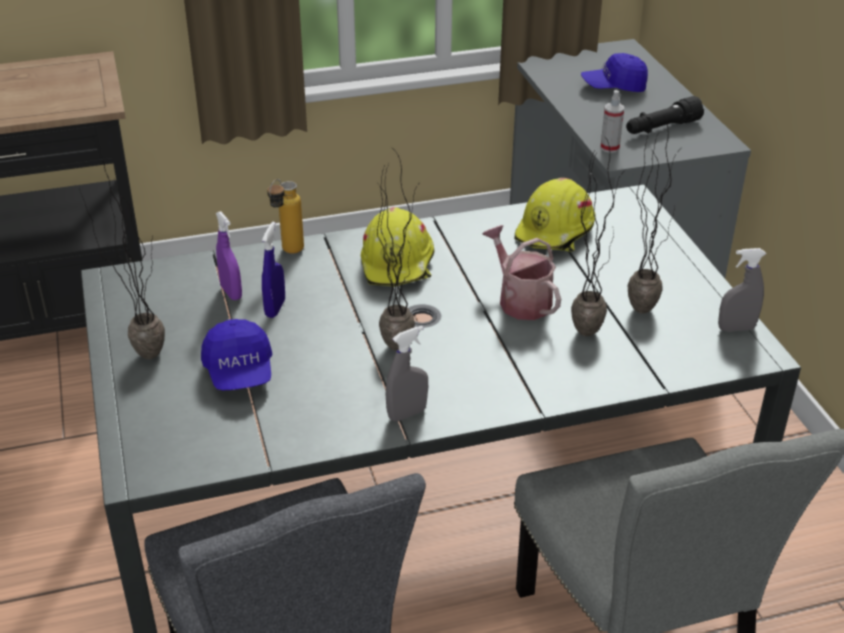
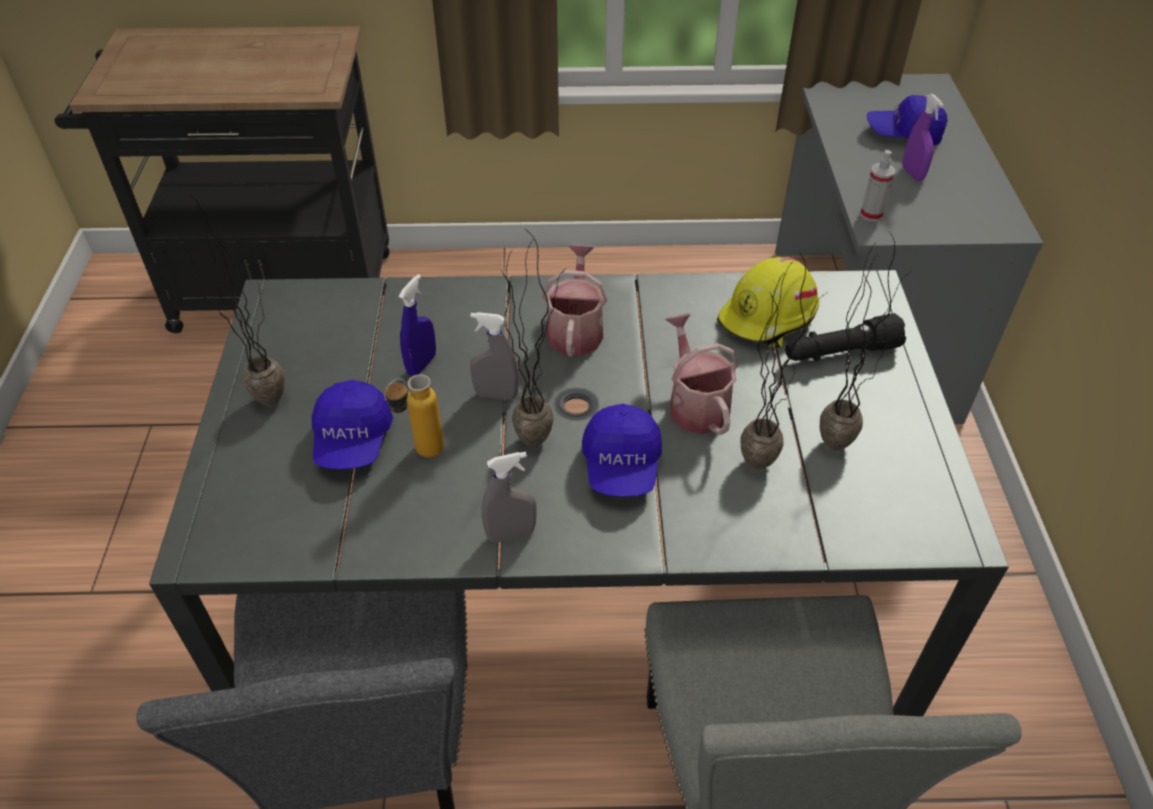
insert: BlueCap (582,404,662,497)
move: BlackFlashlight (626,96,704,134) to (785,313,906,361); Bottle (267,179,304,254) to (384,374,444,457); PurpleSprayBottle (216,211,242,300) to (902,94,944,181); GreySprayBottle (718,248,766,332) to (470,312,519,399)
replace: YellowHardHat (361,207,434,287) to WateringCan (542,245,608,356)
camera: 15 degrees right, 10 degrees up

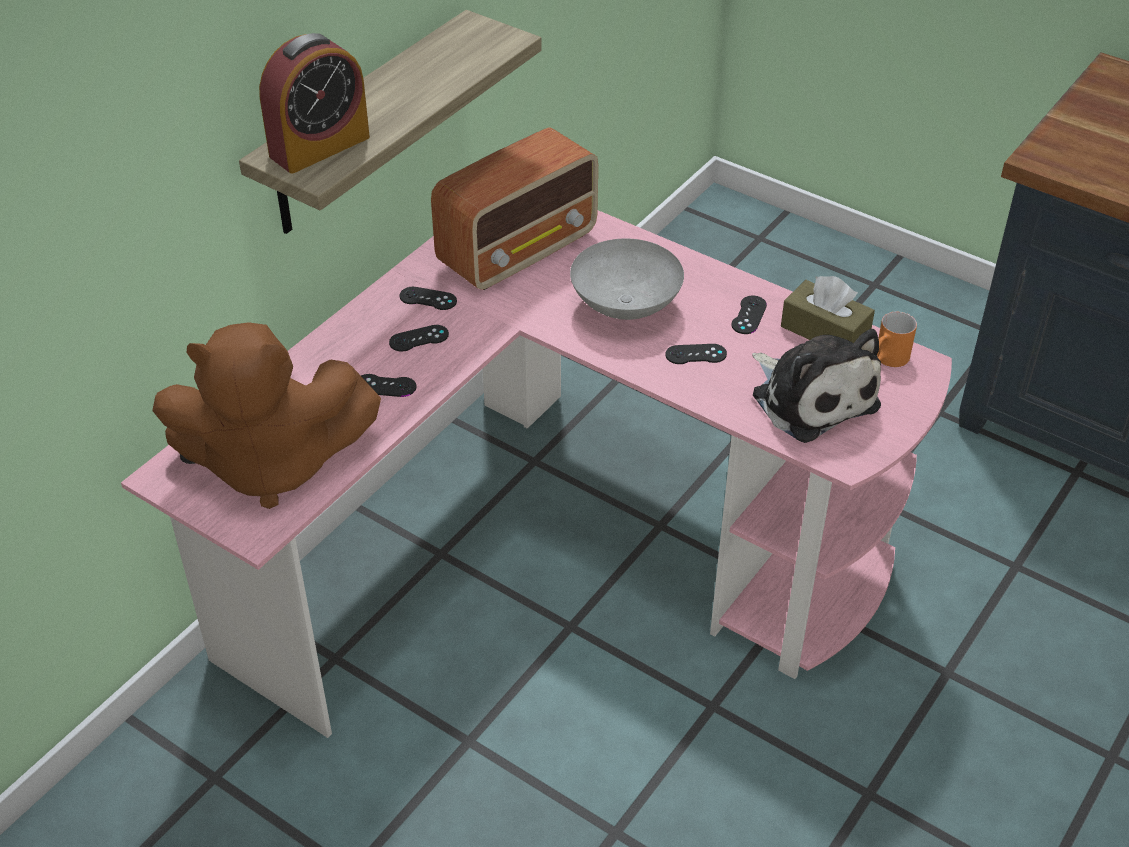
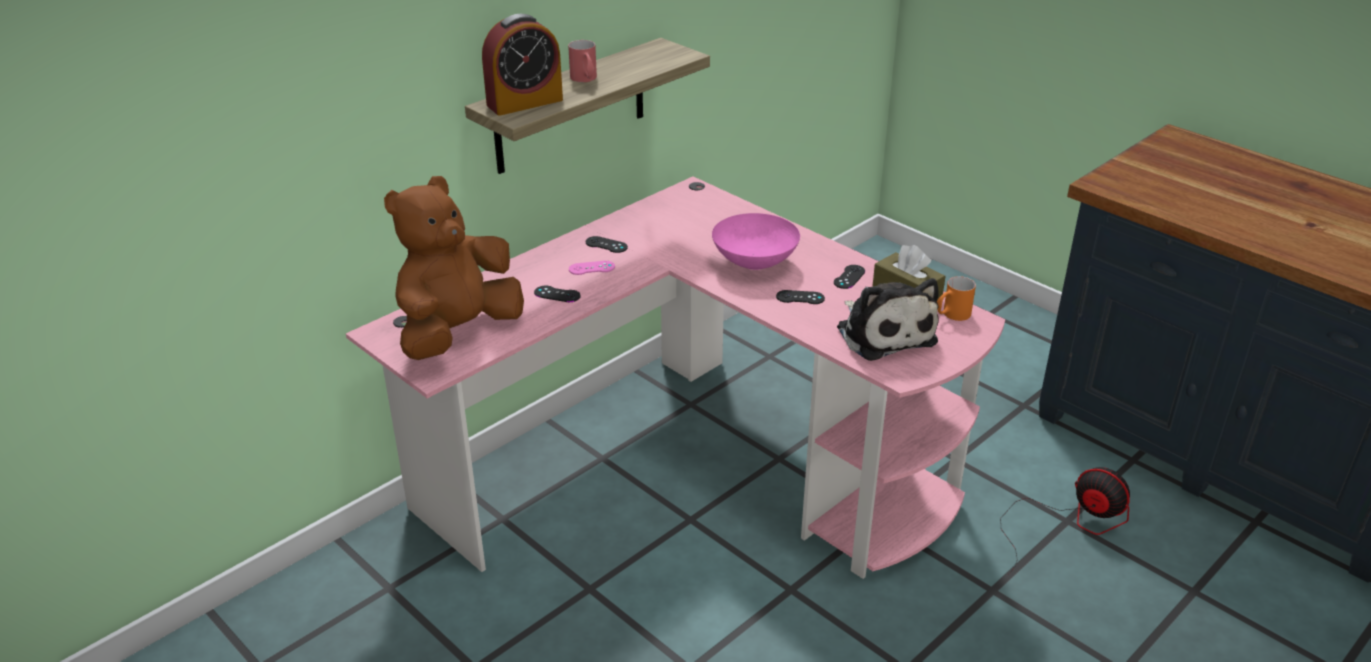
delete: Radio (431,127,598,290)
insert: RedMug (568,40,597,82); Fan (1000,467,1130,575)
recolor: GreyBowl (570,238,684,320) to PinkBowl (712,213,800,270); BlackGameController (389,325,449,352) to PinkGameController (569,261,615,275)
rotate: BrownPlushToy (152,322,381,509) = (384,176,524,360) 120 degrees clockwise
camera: 10 degrees right, 10 degrees down

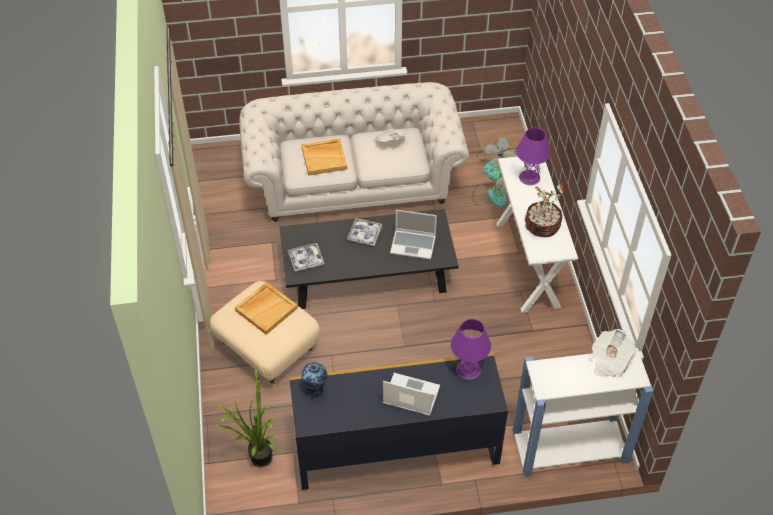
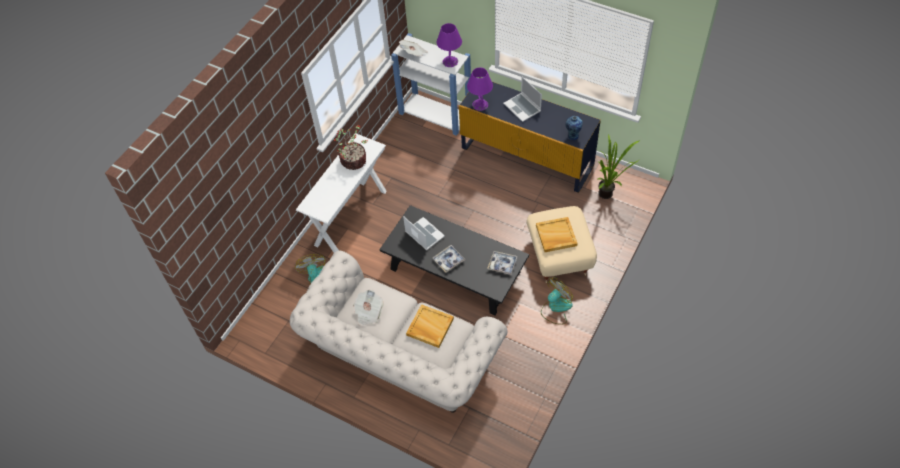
move: PurpleTableLamp (516,128,551,185) to (437,23,462,67); Fan (477,136,518,174) to (541,277,573,324)
camera: 140 degrees left, 5 degrees up

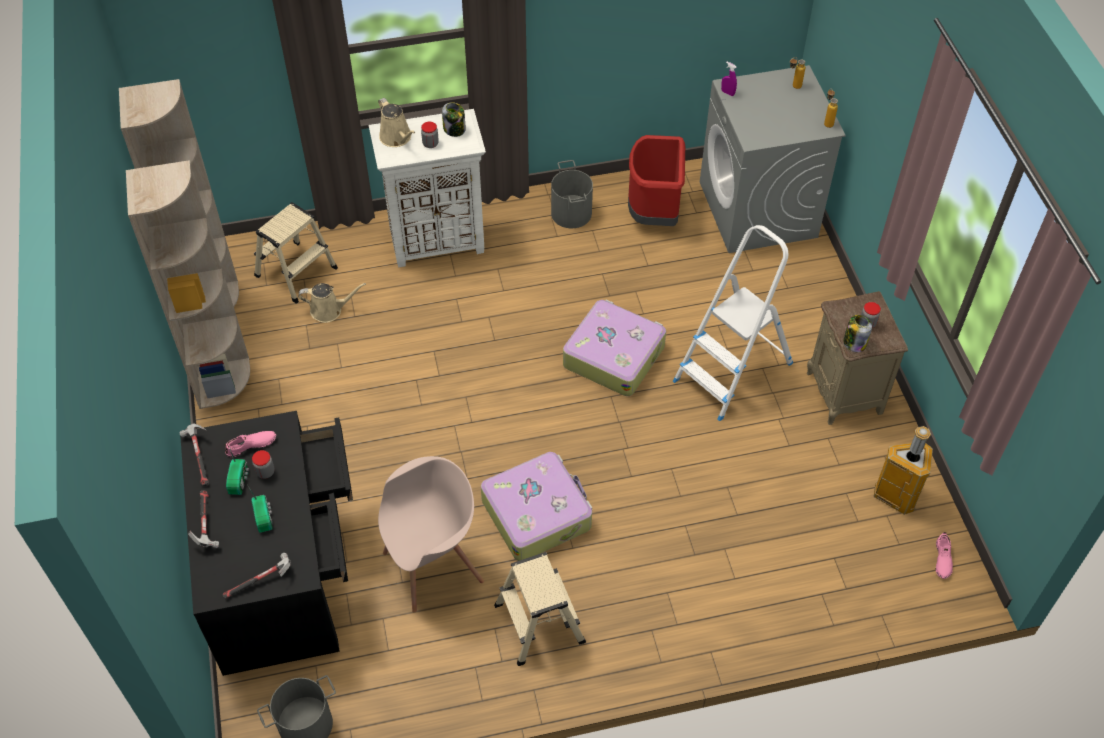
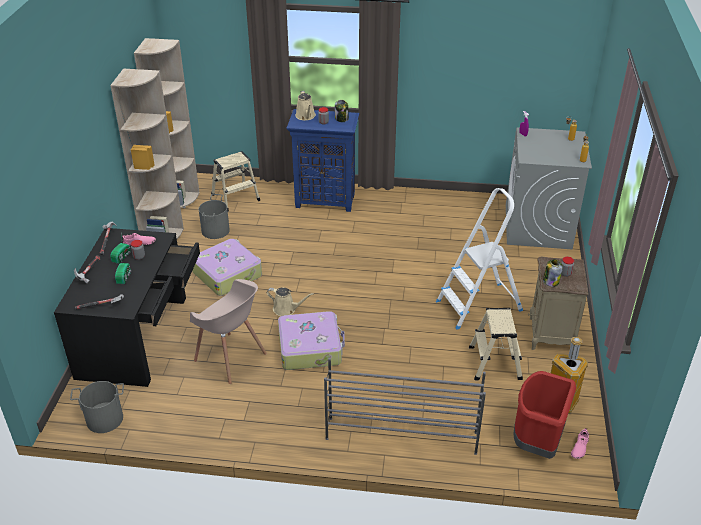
insert: GreyShoeRack (324,358,486,455)
move: RedTrashCan (628,135,685,226) to (513,371,576,459); GreyBucket (551,160,593,228) to (199,194,230,239); BeigeWateringCan (298,283,366,323) to (267,287,314,316); Suitcase (563,300,666,396) to (192,239,262,296); BeigeStepLadder (494,552,586,666) to (469,308,523,380)
recolor: WhiteCabinet (369,109,486,267) to BlueCabinet (286,109,359,212)
rotate: BeigeChair (378,456,484,613) = (190,279,267,384) 45 degrees clockwise
camera: 20 degrees right, 15 degrees down

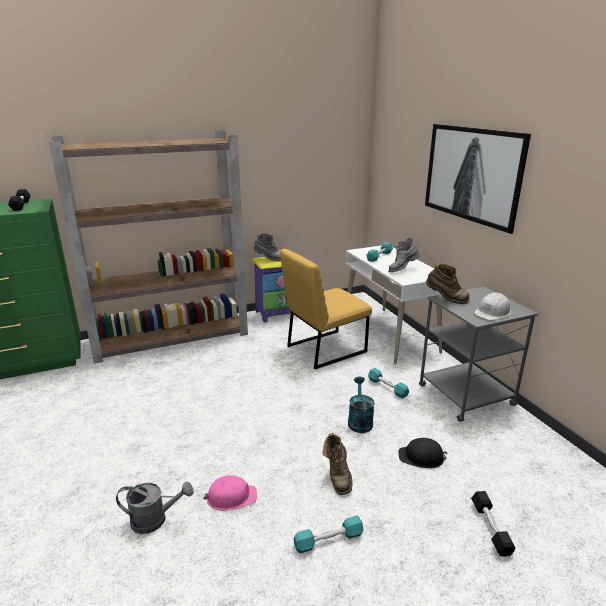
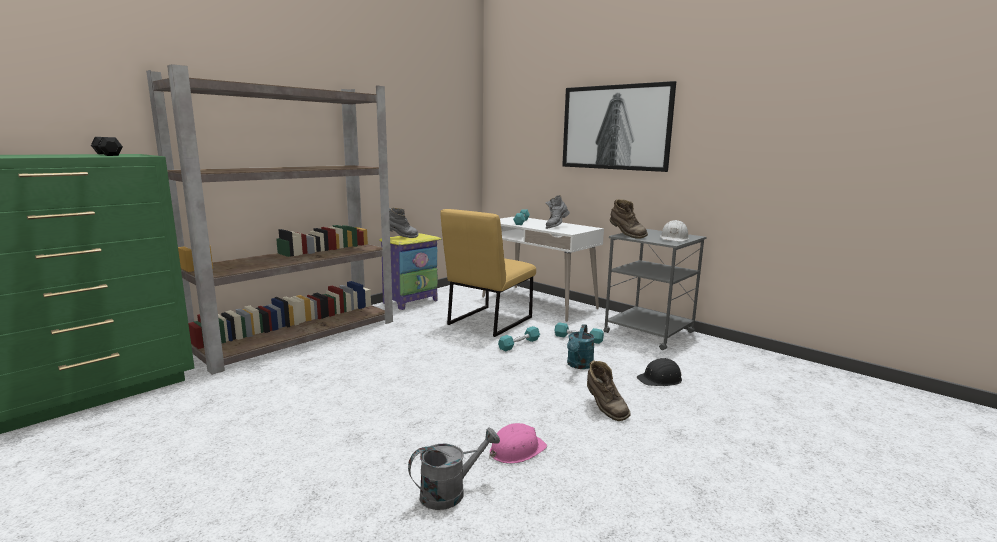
delete: BlackDumbbell (471,491,516,557)
move: TurquoiseDumbbell (293,515,363,553) to (498,326,540,351)
rotate: BrownBoot (426,263,470,304) = (610,199,648,238) 45 degrees clockwise; TurquoiseWateringCan (348,377,375,433) = (567,324,595,369) 135 degrees counterclockwise
camera: 25 degrees left, 10 degrees down

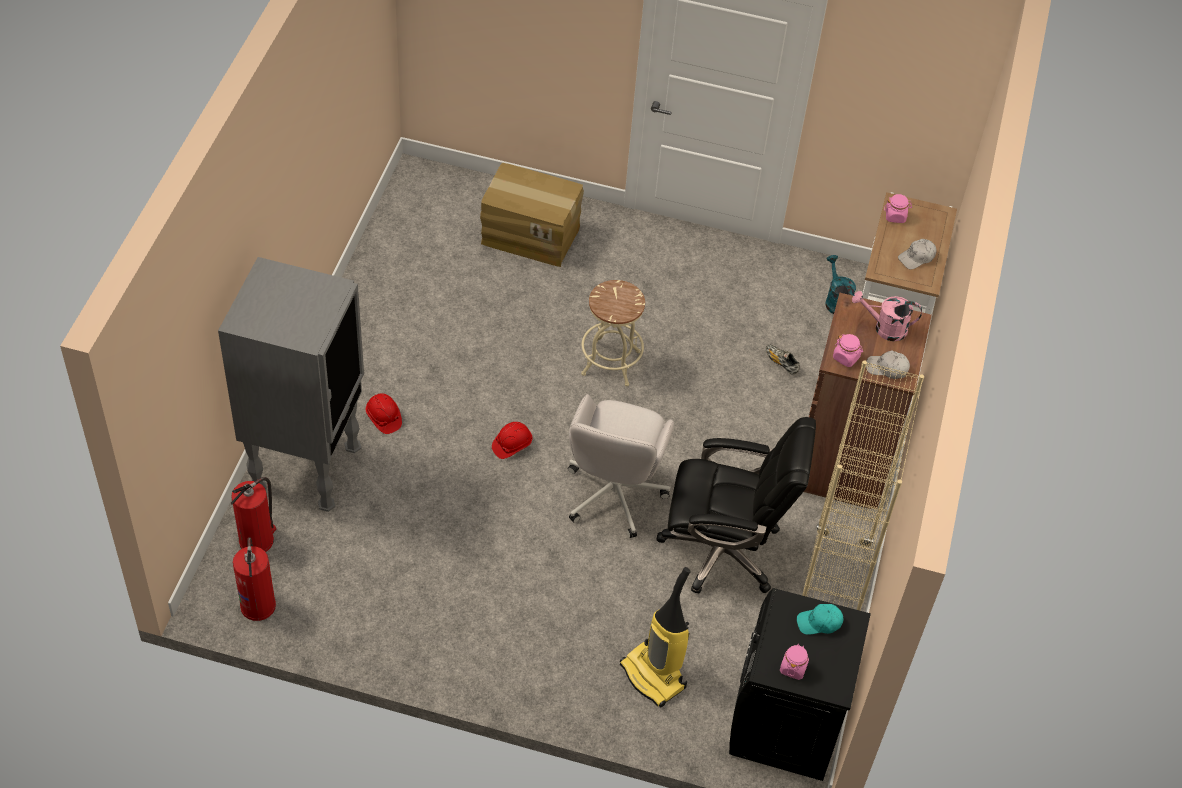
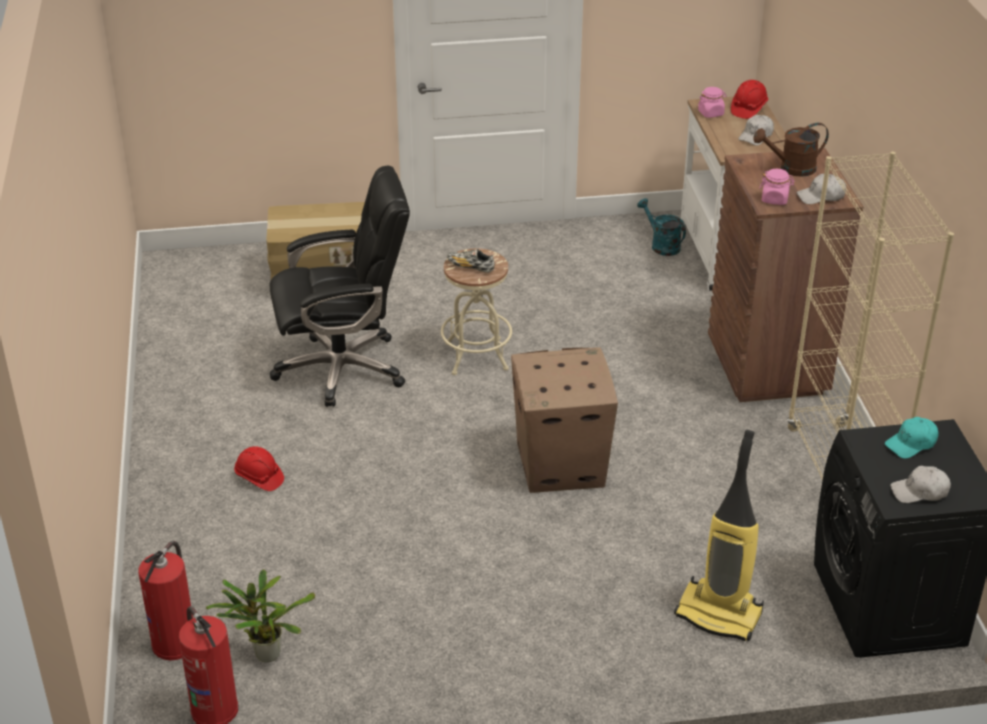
delete: GreyCabinet (218,257,364,512)
insert: PottedPlant (205,569,315,663)
move: Shoe (766,345,799,375) to (447,249,495,273); BlackOfficeChair (656,417,816,593) to (270,166,410,407); RedHardHat (492,422,533,459) to (731,80,768,119)
replace: WhiteOfficeChair (568,394,674,538) to CardboardBox (511,347,618,493); PinkJar (780,643,809,680) to WhiteCap (890,466,951,503)
recolor: PinkWateringCan (852,291,922,341) to BrownWateringCan (753,123,829,177)
camera: 20 degrees left, 15 degrees down

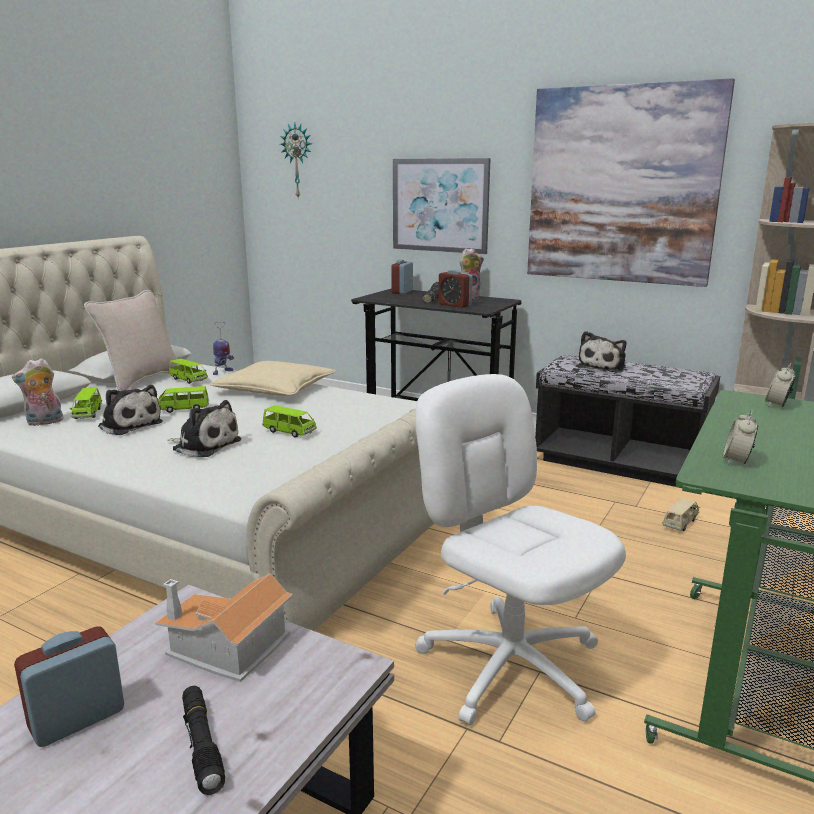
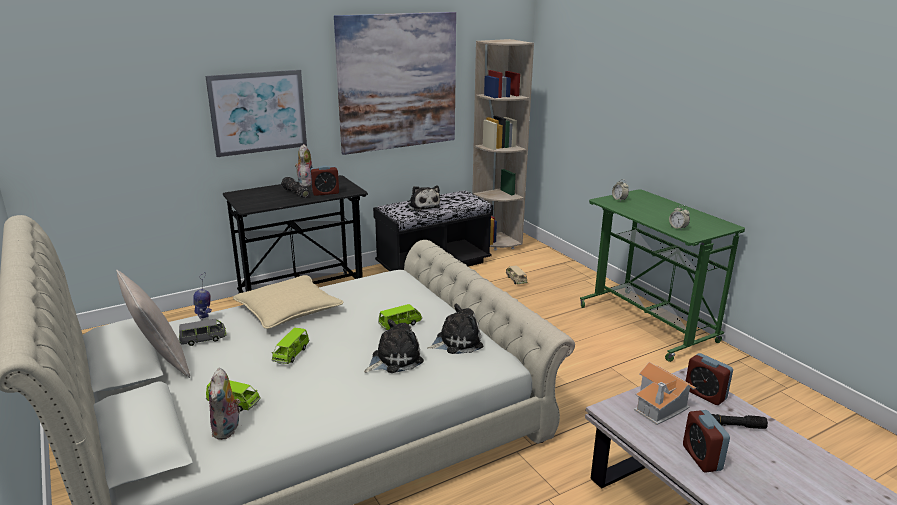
delete: WallClock (280,123,312,197); WhiteOfficeChair (415,374,626,725)
move: AlarmClock (391,259,413,294) to (686,353,733,405); PlushToy (98,385,163,435) to (427,304,483,354)
recolor: GreenToyCar (169,359,208,384) to GreyToyCar (179,319,226,346)
camera: 60 degrees left, 5 degrees up

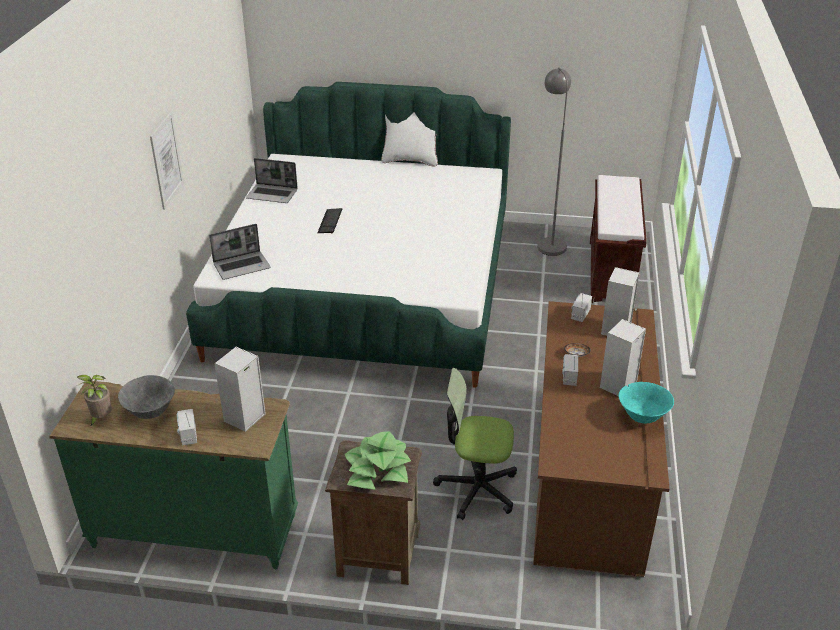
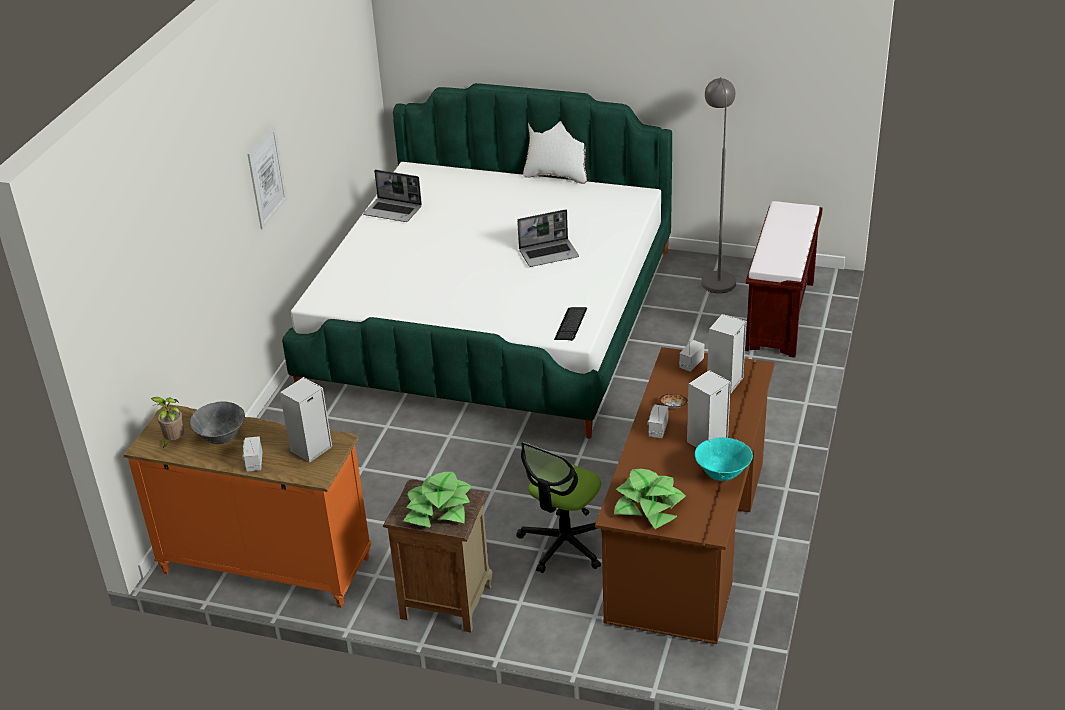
insert: PottedPlant (614,469,686,529)
move: Keyboard (317,208,342,233) to (554,307,587,341); Laptop (209,224,271,280) to (517,209,579,267)
recolor: GreenDresser (49,381,298,570) to OrangeDresser (124,404,372,608)
rotate: OfficeChair (433,368,517,520) = (516,442,602,573) 75 degrees counterclockwise
camera: 10 degrees right, 0 degrees up

